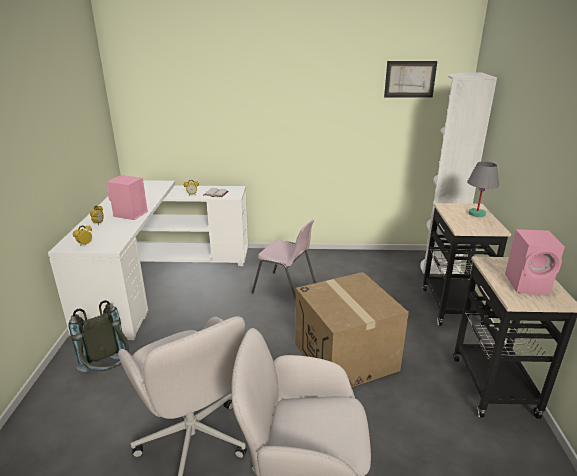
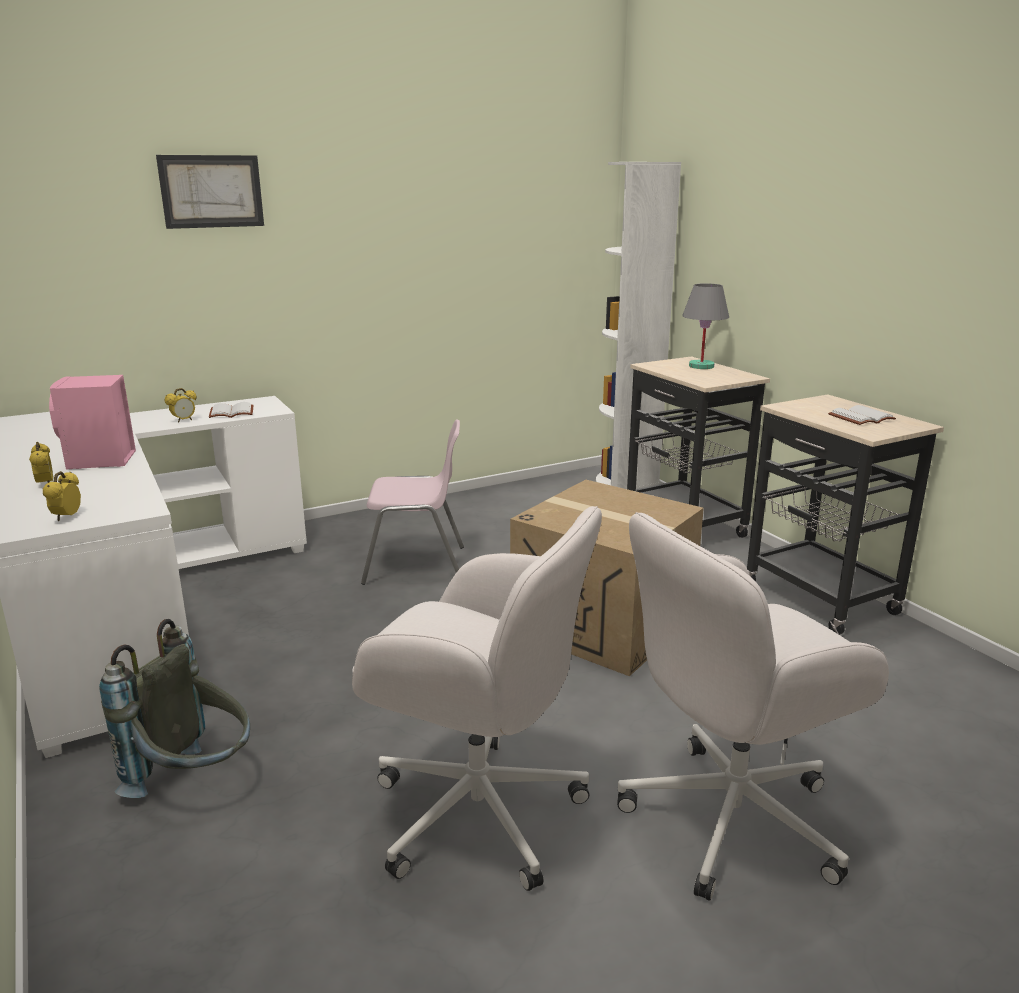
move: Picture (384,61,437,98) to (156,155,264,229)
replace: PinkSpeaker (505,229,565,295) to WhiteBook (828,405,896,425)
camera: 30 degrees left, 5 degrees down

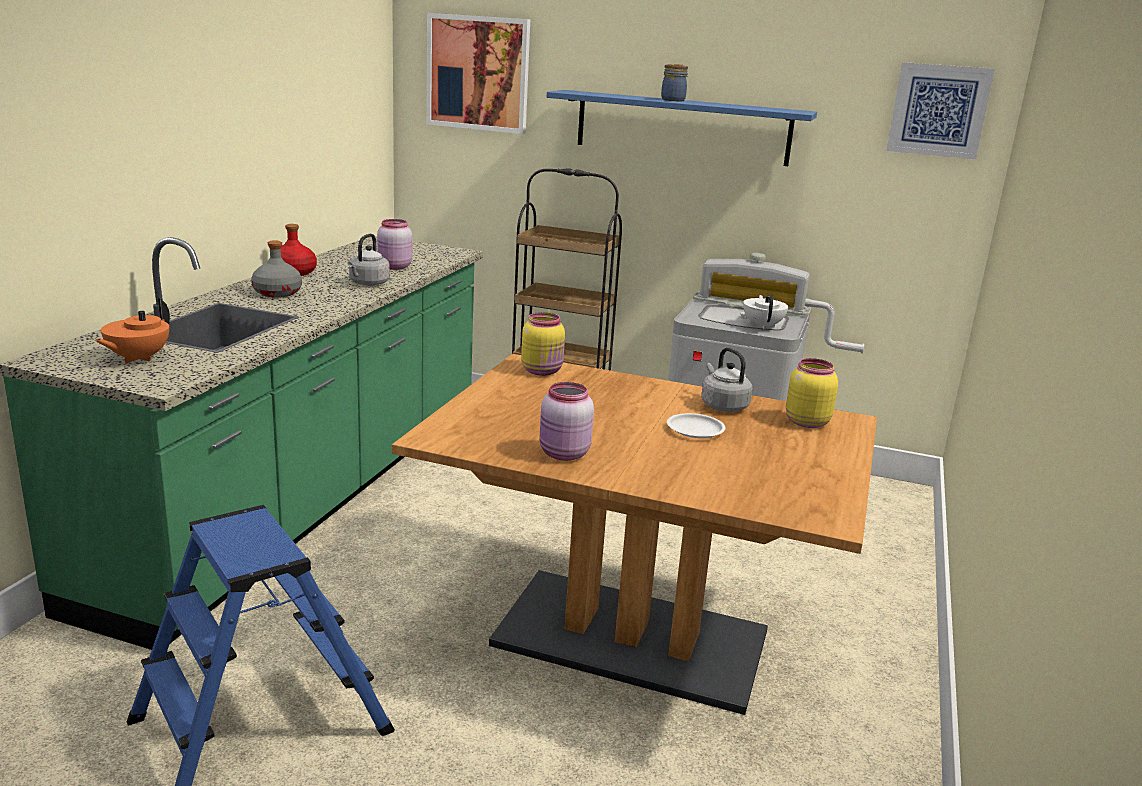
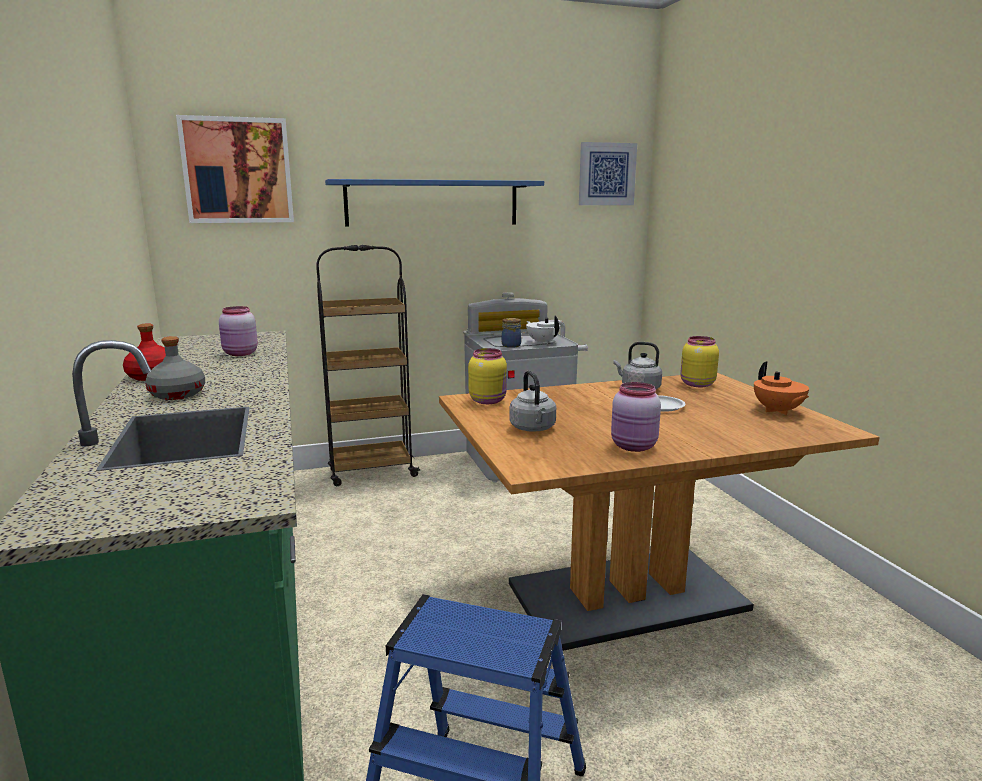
move: Jar (661,64,688,101) to (502,318,521,348); GreyKettle (348,234,390,286) to (509,371,556,432); OrangeTeapot (94,298,170,364) to (754,361,809,415)
camera: 35 degrees left, 5 degrees down

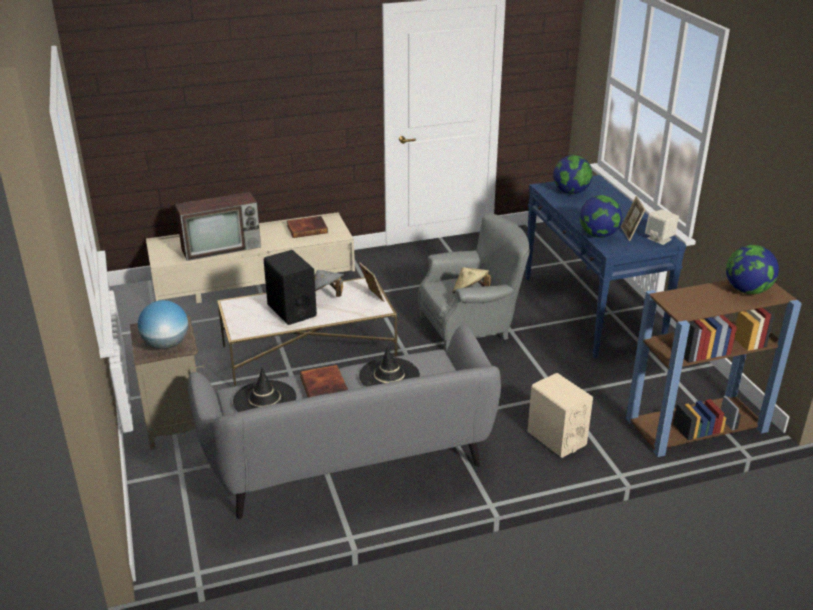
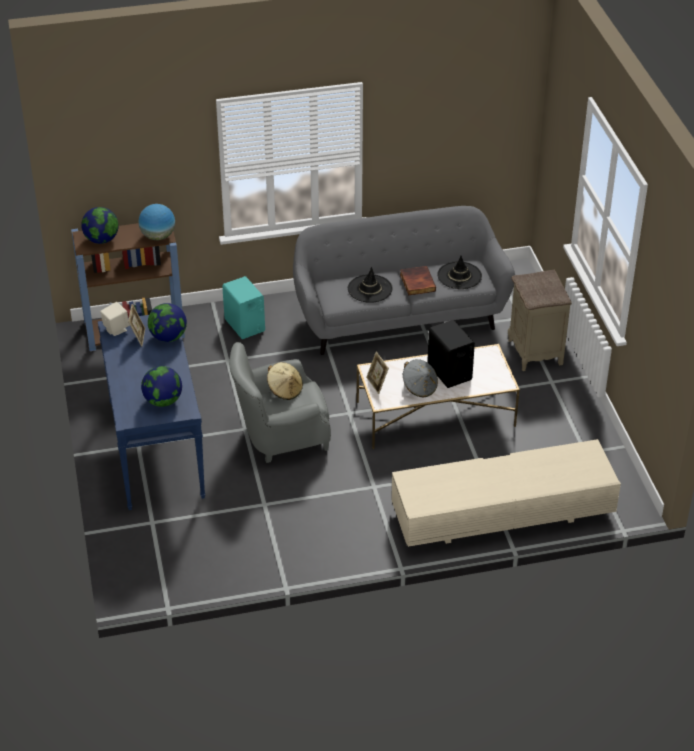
delete: Television (175,192,261,261); Book (287,216,328,238)
move: Globe (138,300,188,349) to (138,204,175,240)
recolor: BeigeSpeaker (528,373,593,458) to TurquoiseSpeaker (222,276,265,339)
camera: 175 degrees left, 10 degrees up

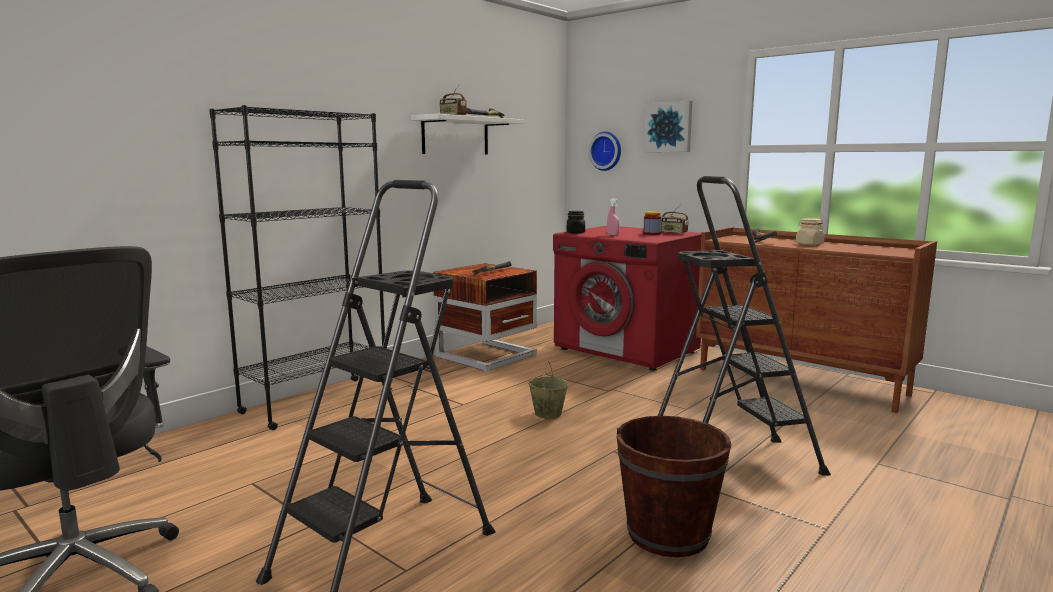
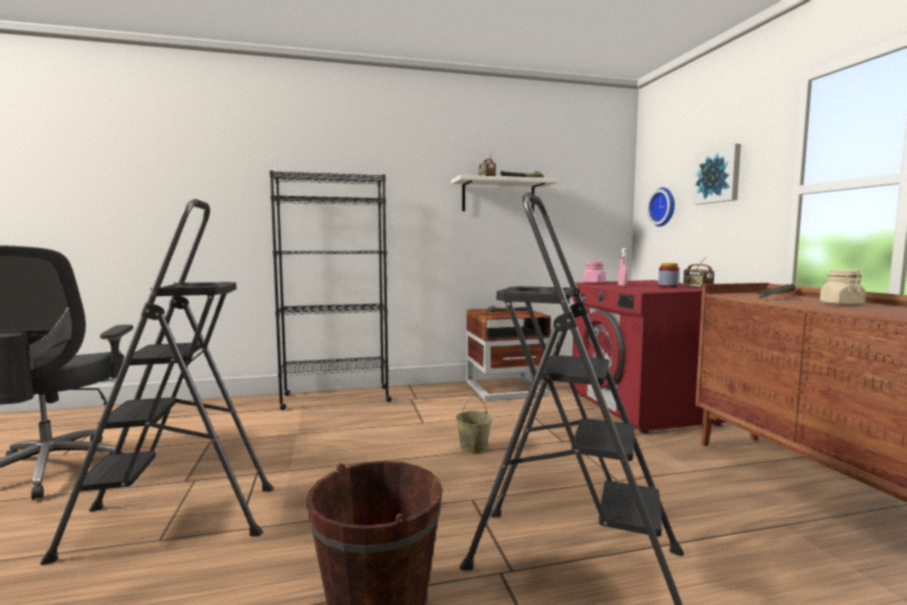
recolor: BlackJar (567,211,585,233) to PinkJar (583,262,605,283)
camera: 35 degrees right, 5 degrees down

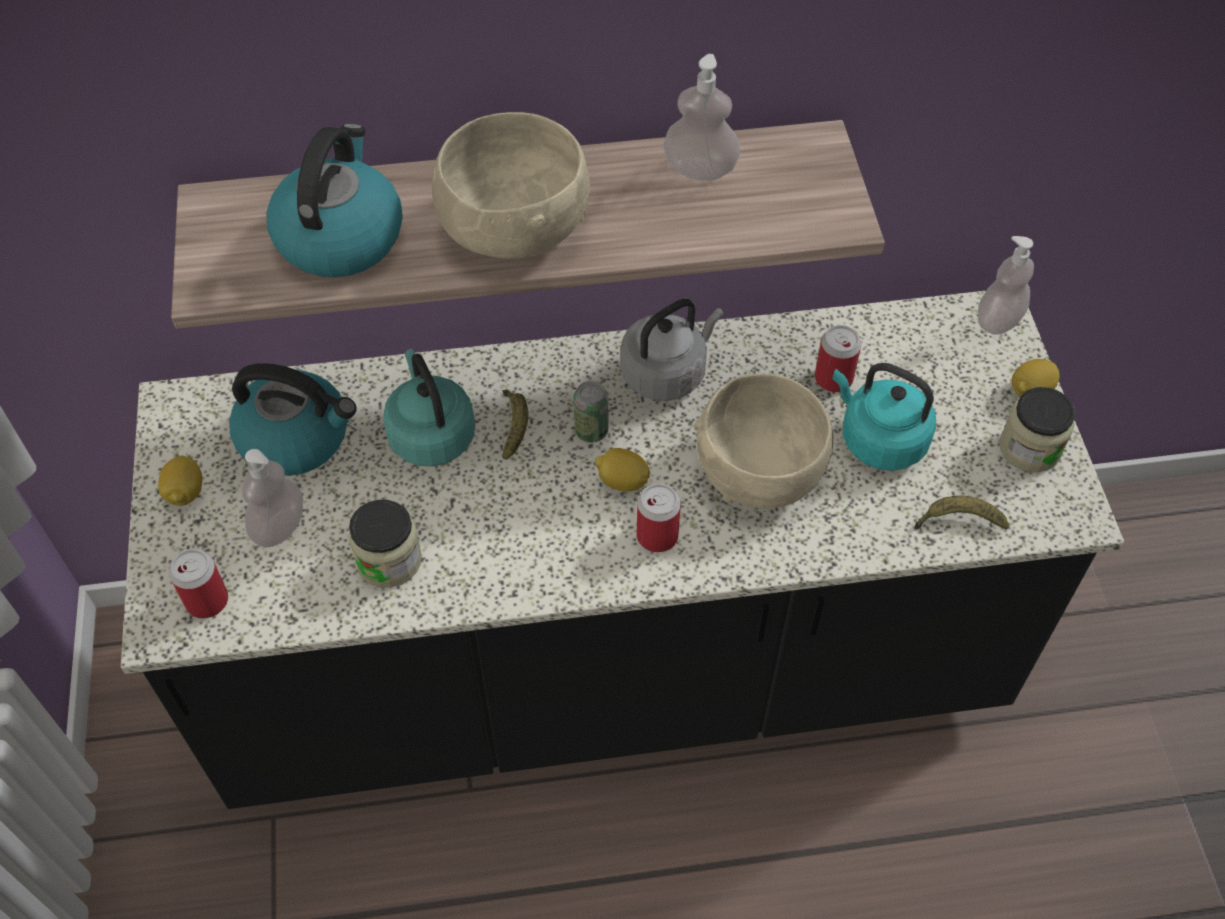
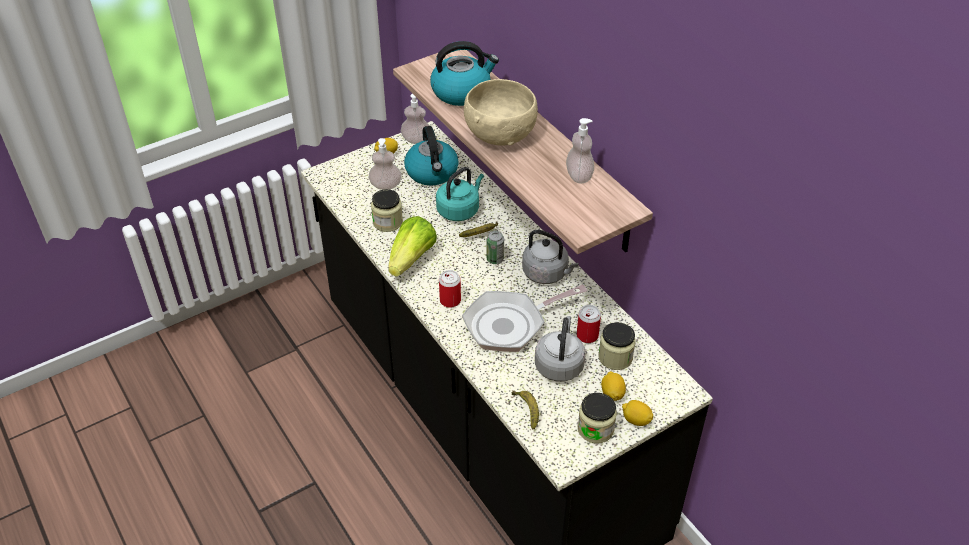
delete: Can (169,549,228,618)
insert: Lettuce (388,216,437,277); Jar (598,322,636,370)
move: SoapDispenser (978,236,1034,335) to (401,93,429,144); Lemon (595,448,650,491) to (601,371,626,401)
replace: BeigeBowl (694,374,833,508) to FryingPan (462,284,587,352)
recolor: TurquoiseKettle (833,363,936,471) to GreyKettle (535,316,586,382)
camera: 65 degrees right, 10 degrees down

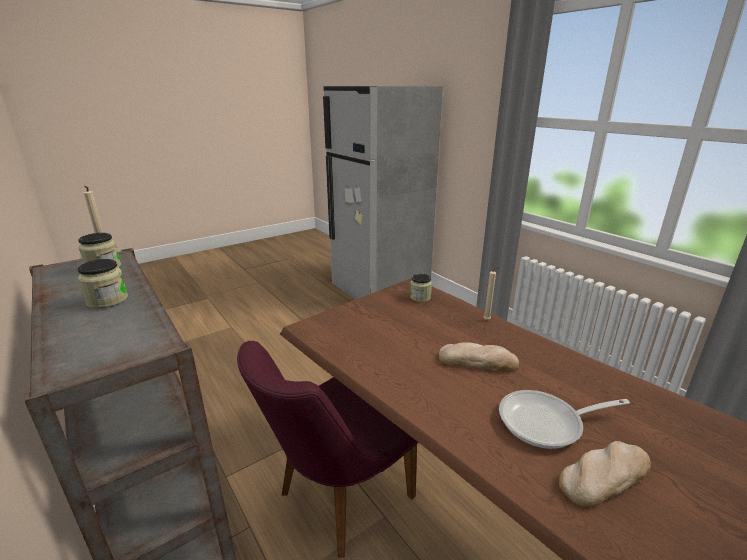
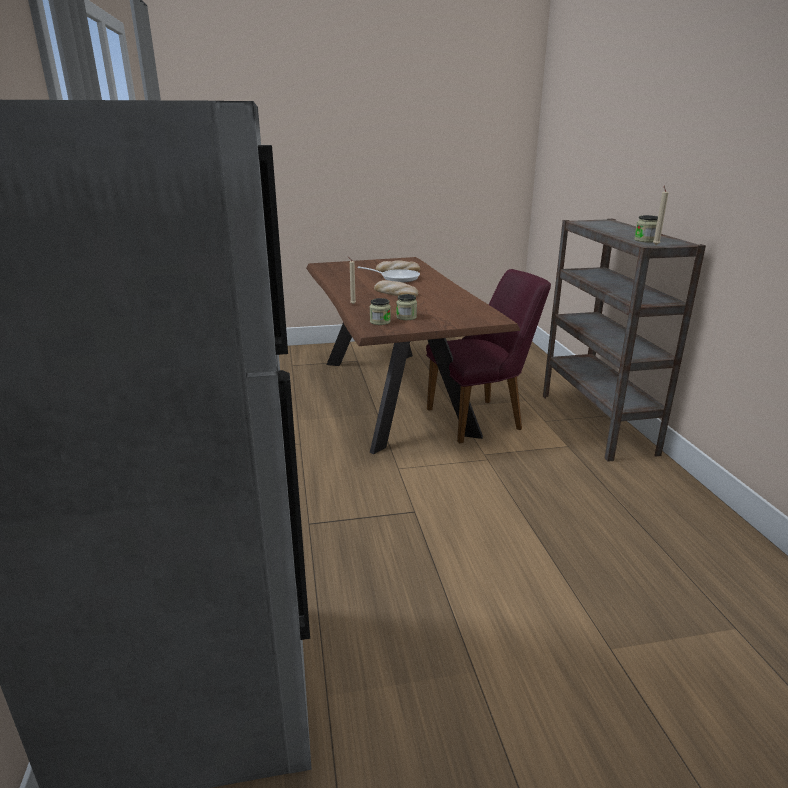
move: Jar (78,259,128,309) to (396,294,417,320)
camera: 155 degrees left, 0 degrees up

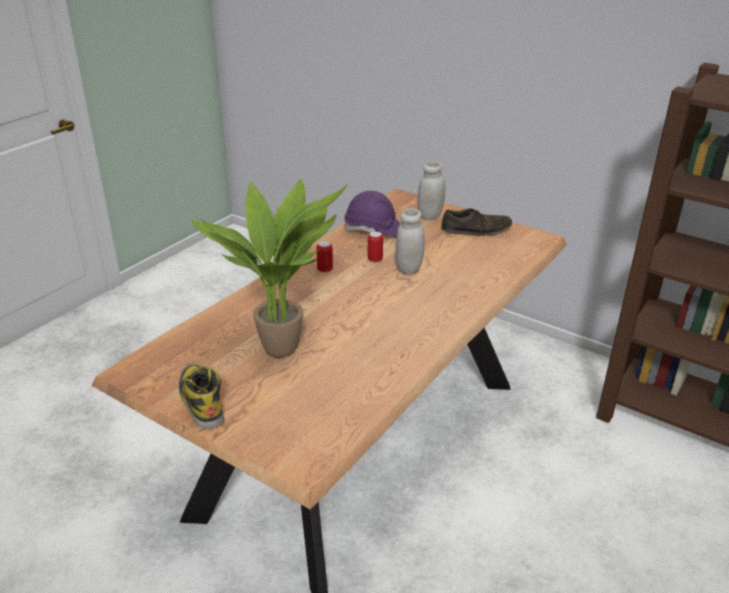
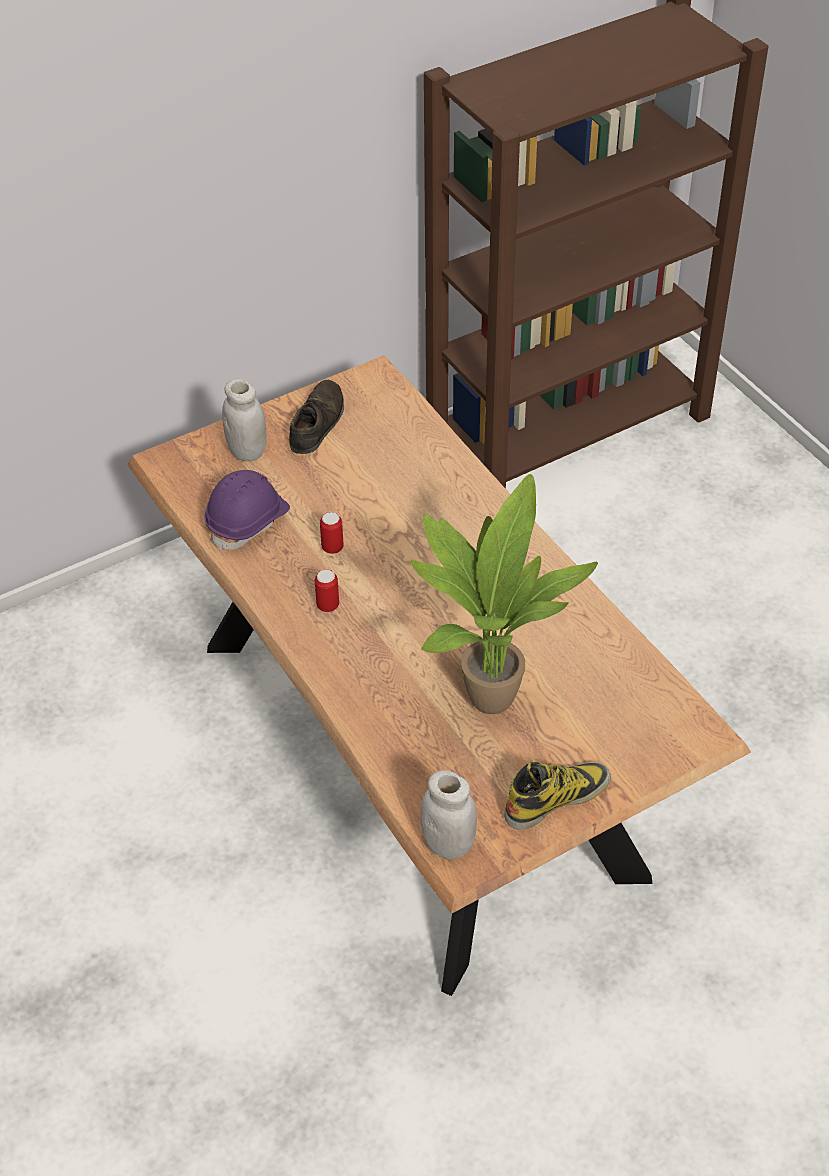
move: WhiteJar (395,208,425,275) to (421,770,477,859)
rotate: Boot (178,364,224,429) = (504,760,611,830) 150 degrees clockwise
camera: 65 degrees left, 15 degrees up

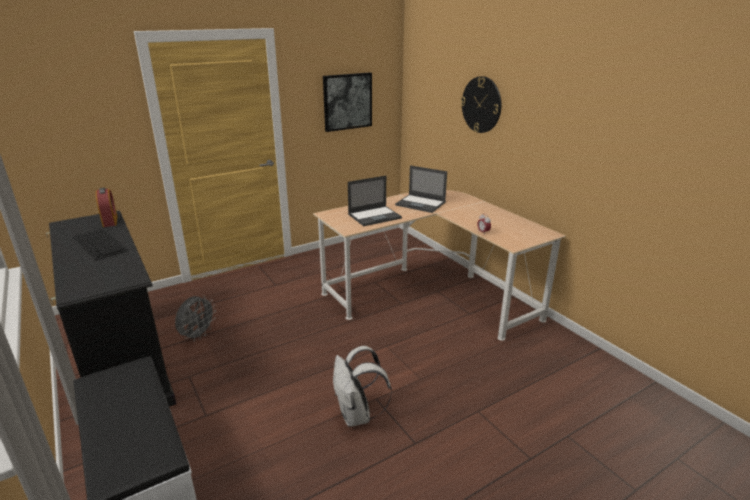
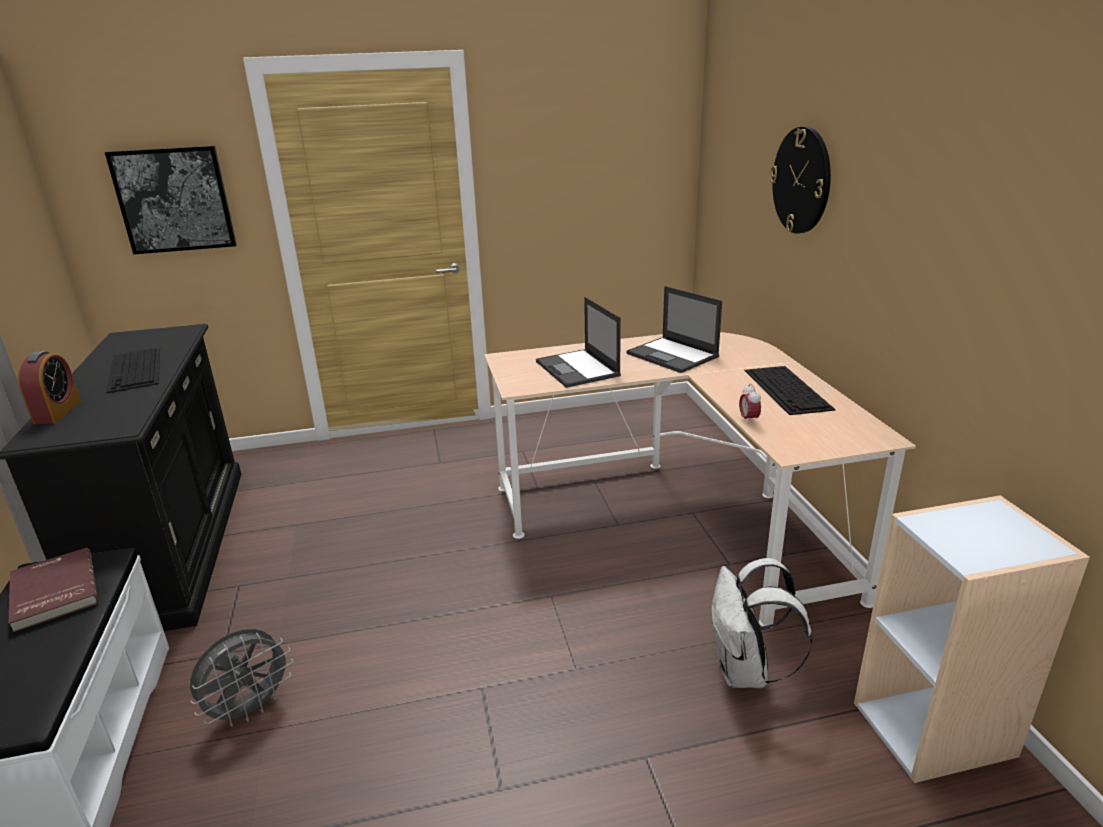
insert: Keyboard (745,366,836,415); Bookcase (854,495,1090,783); RedBook (9,548,98,632)
move: Picture (323,72,372,132) to (105,145,237,254); AlarmClock (96,188,117,227) to (18,351,81,424); GreyFan (175,295,216,340) to (190,629,293,727); WhiteBackpack (333,346,392,427) to (712,558,812,688)
rotate: Laptop (348,176,402,226) = (536,297,621,388) 75 degrees clockwise
camera: 20 degrees right, 0 degrees up

